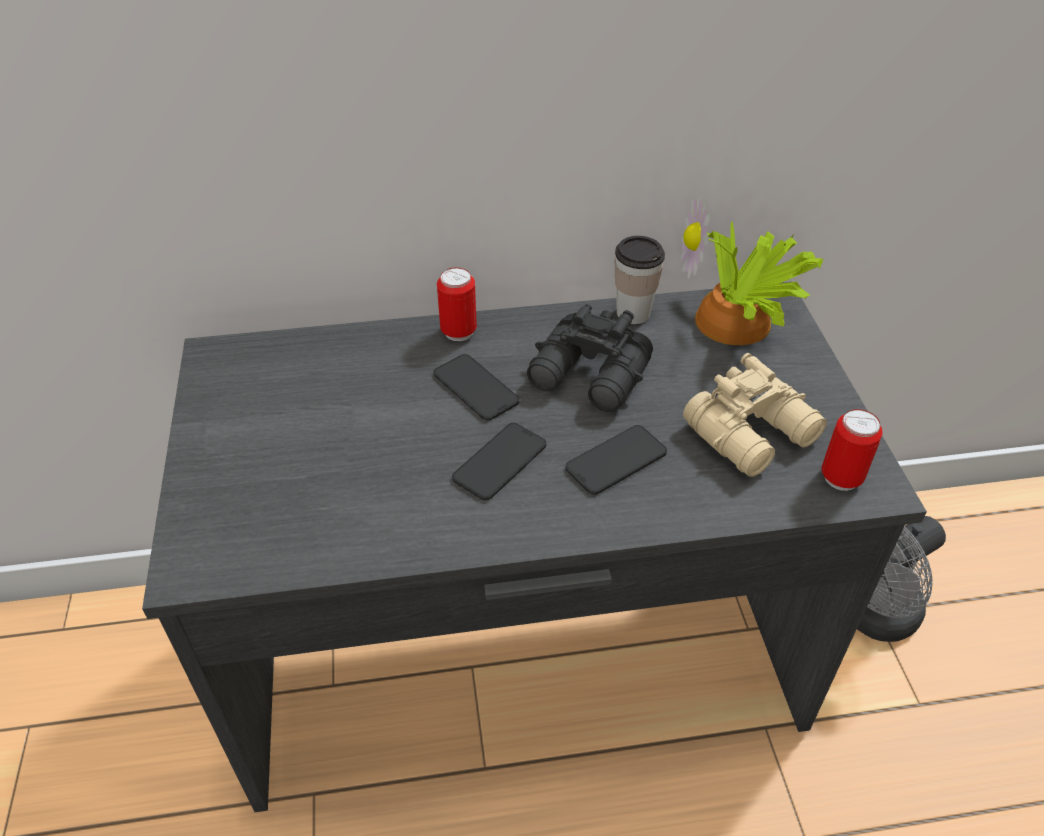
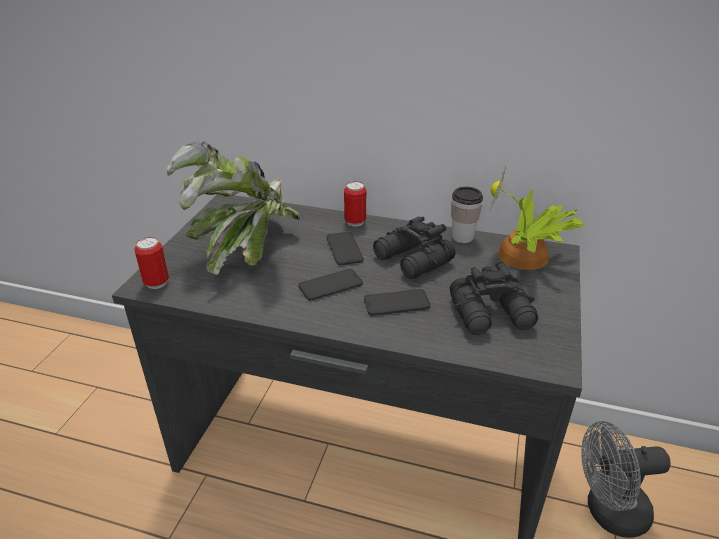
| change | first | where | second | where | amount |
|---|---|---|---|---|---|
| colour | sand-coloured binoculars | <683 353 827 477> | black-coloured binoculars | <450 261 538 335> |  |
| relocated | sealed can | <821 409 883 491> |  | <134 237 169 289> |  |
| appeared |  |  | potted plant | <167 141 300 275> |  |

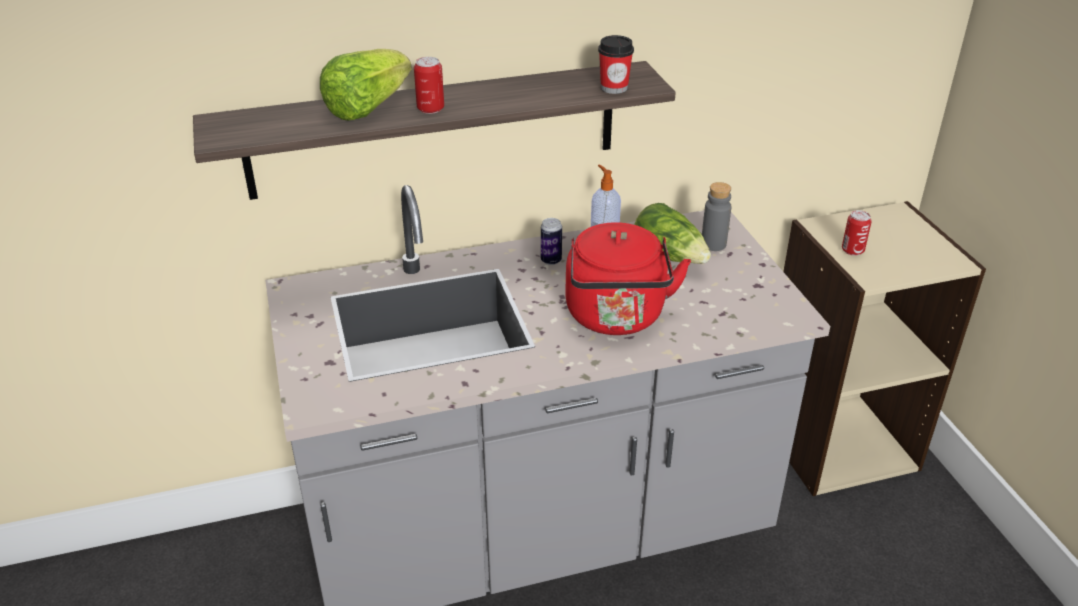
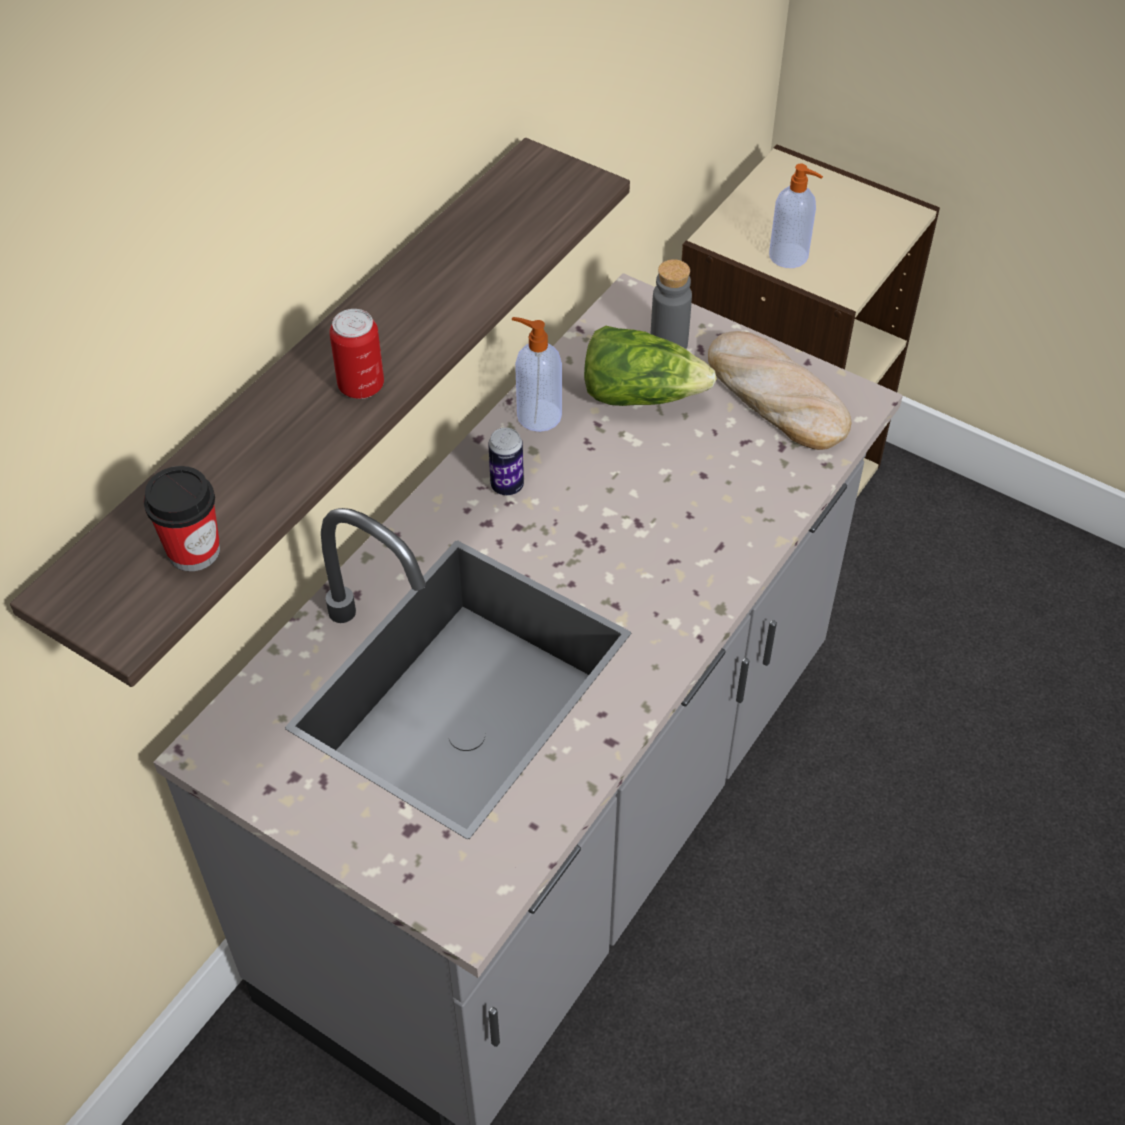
| change | first | where | second | where | amount |
|---|---|---|---|---|---|
| missing | head of lettuce | <320 49 412 121> |  |  |  |
| missing | red tea kettle | <565 222 691 335> |  |  |  |
| relocated | small cup | <598 35 634 94> |  | <144 466 220 571> |  |
| exchanged | sealed can | <842 210 872 256> | soap bottle | <769 164 823 268> |  |
| appeared |  |  | baked bread | <708 331 851 450> |  |

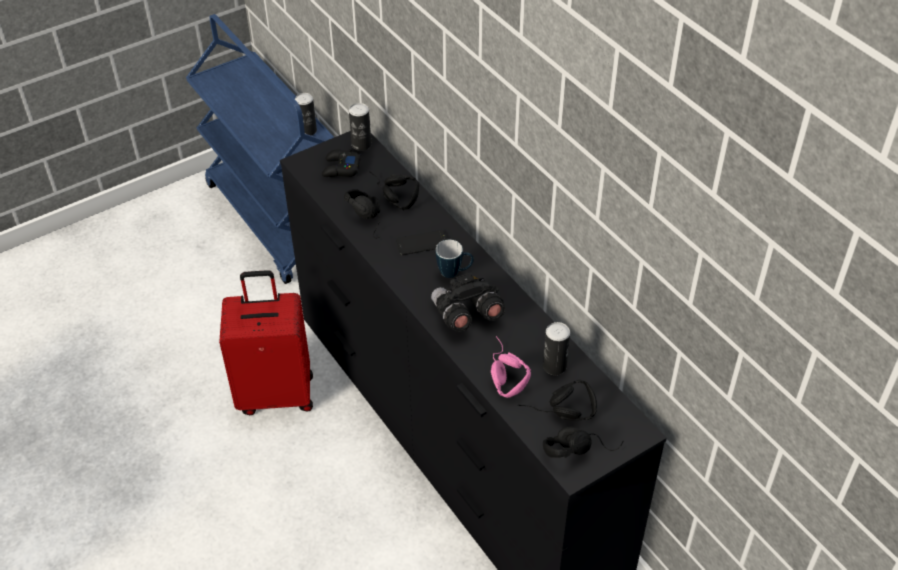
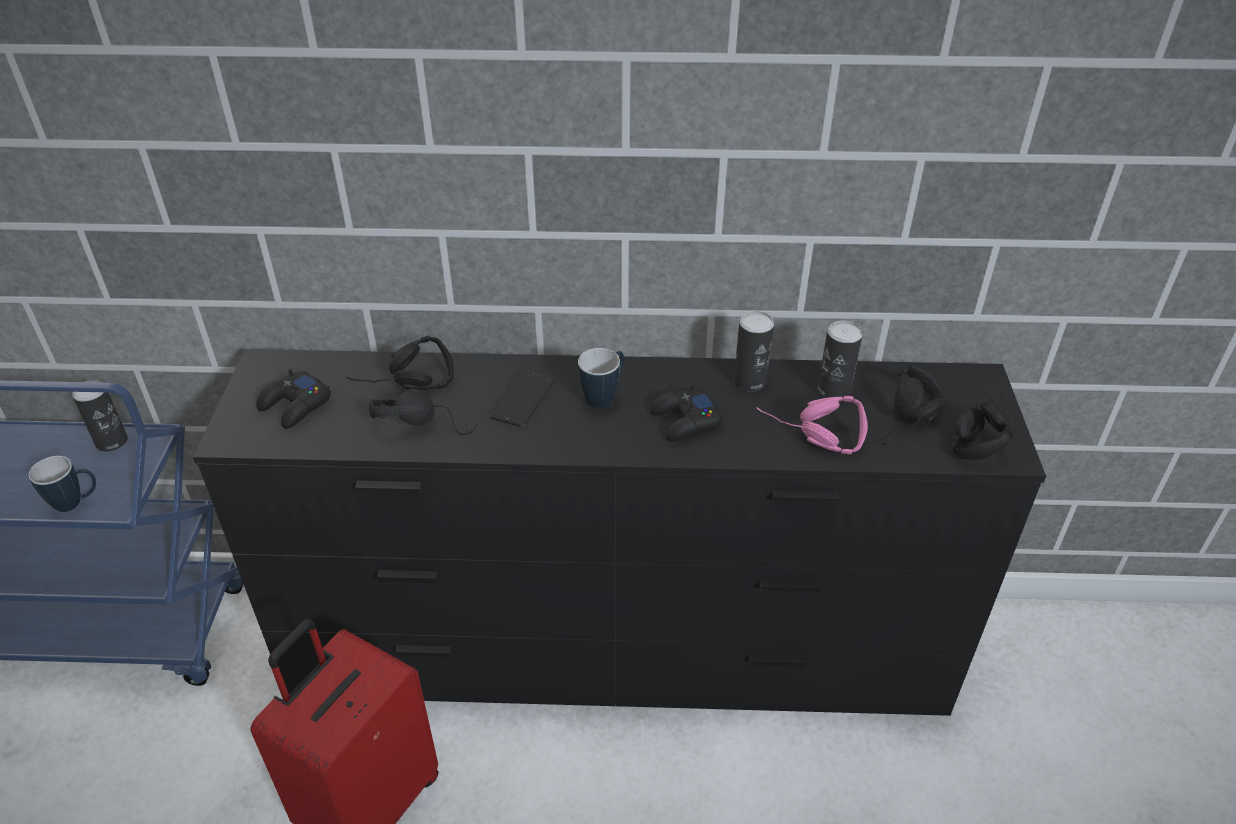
| change | first | where | second | where | amount |
|---|---|---|---|---|---|
| relocated | sealed can | <349 103 372 151> |  | <734 311 774 391> |  |
| exchanged | black-coloured binoculars | <431 272 505 332> | black-coloured gamepad | <650 384 724 442> |  |
| appeared |  |  | coffee mug | <29 456 96 512> |  |

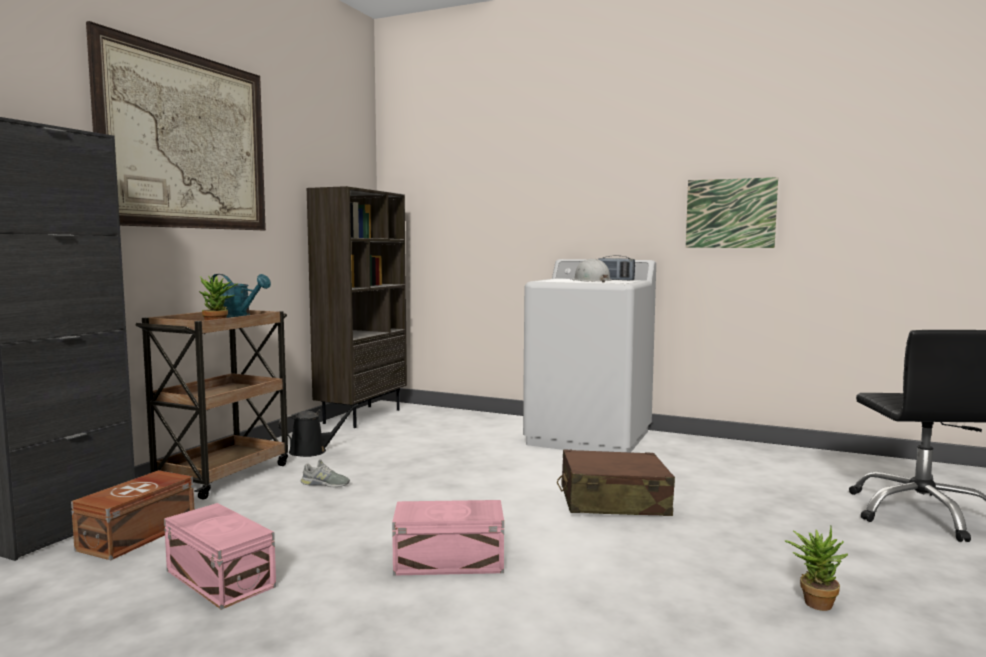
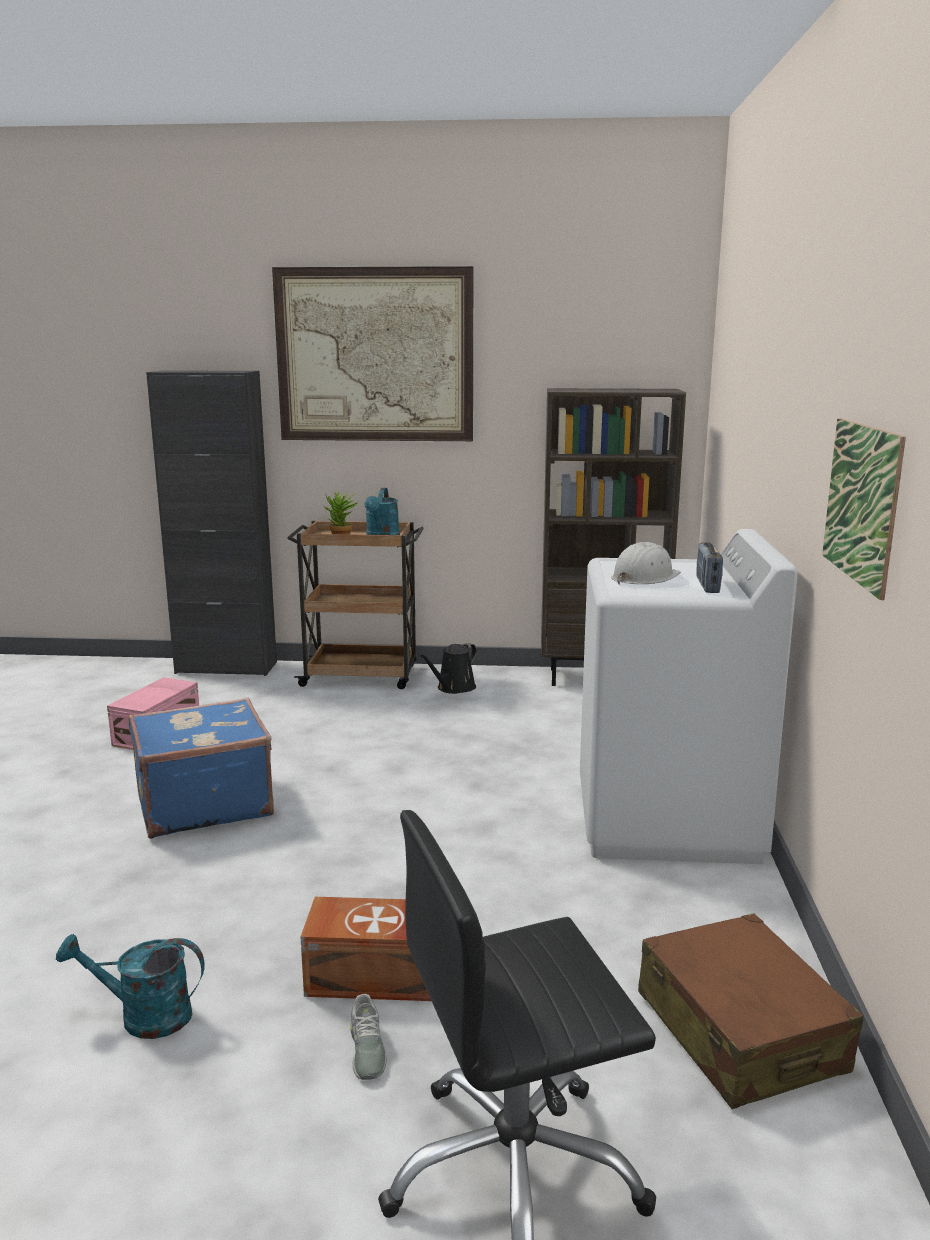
| change | first | where | second | where | amount |
|---|---|---|---|---|---|
| relocated | brown storage bin | <71 470 194 560> |  | <301 897 431 1001> |  |
| spun | black-coloured watering pot | <278 404 359 457> |  | <419 643 477 694> | 75 degrees clockwise |
| relocated | gray shoe | <301 459 350 487> |  | <350 994 387 1080> |  |
| exchanged | pink storage bin | <392 500 504 576> | bluish suitcase | <128 698 274 839> |  |
| relocated | brown suitcase | <557 449 675 516> |  | <638 913 864 1109> |  |
| exchanged | potted plant | <785 526 848 611> | turquoise watering pot | <56 934 205 1039> |  |

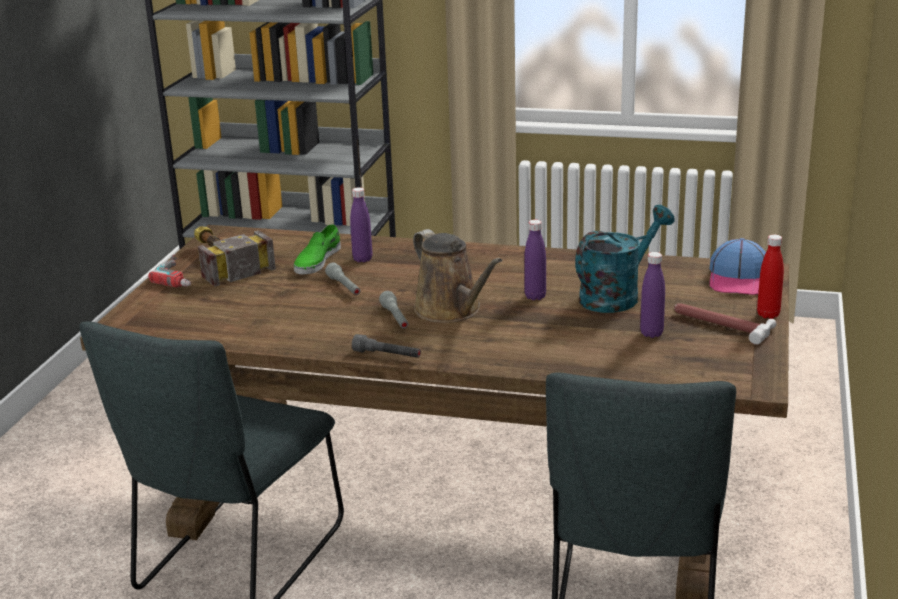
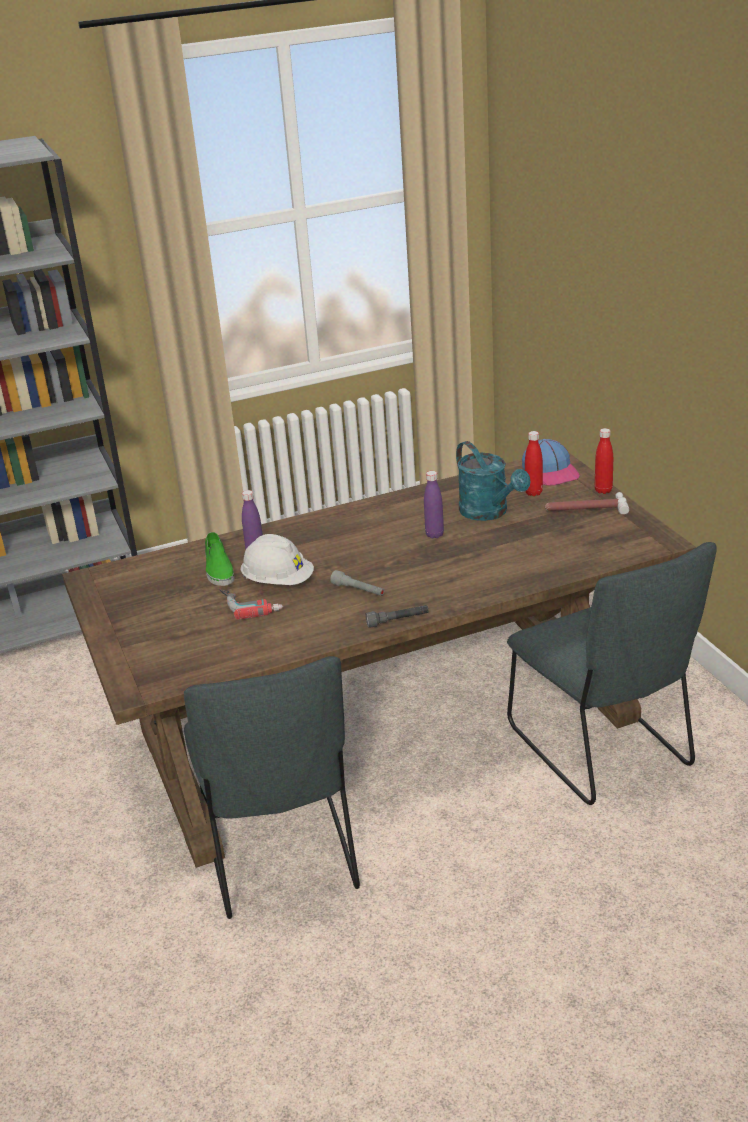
| change | first | where | second | where | amount |
|---|---|---|---|---|---|
| relocated | power drill | <148 255 191 288> |  | <219 589 283 620> |  |
| missing | hand hammer | <194 226 276 287> |  |  |  |
| exchanged | gray torch | <325 263 360 295> | white work helmet | <241 534 314 585> |  |
| missing | brown watering pot | <413 229 502 323> |  |  |  |
| spun | turquoise watering pot | <575 205 675 313> |  | <456 441 530 521> | 135 degrees clockwise |
| missing | purplish drink bottle | <640 252 665 338> |  |  |  |
| appeared |  |  | red drink bottle | <525 431 543 496> |  |

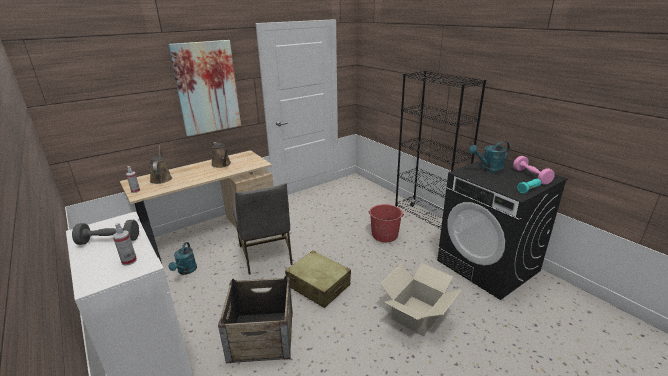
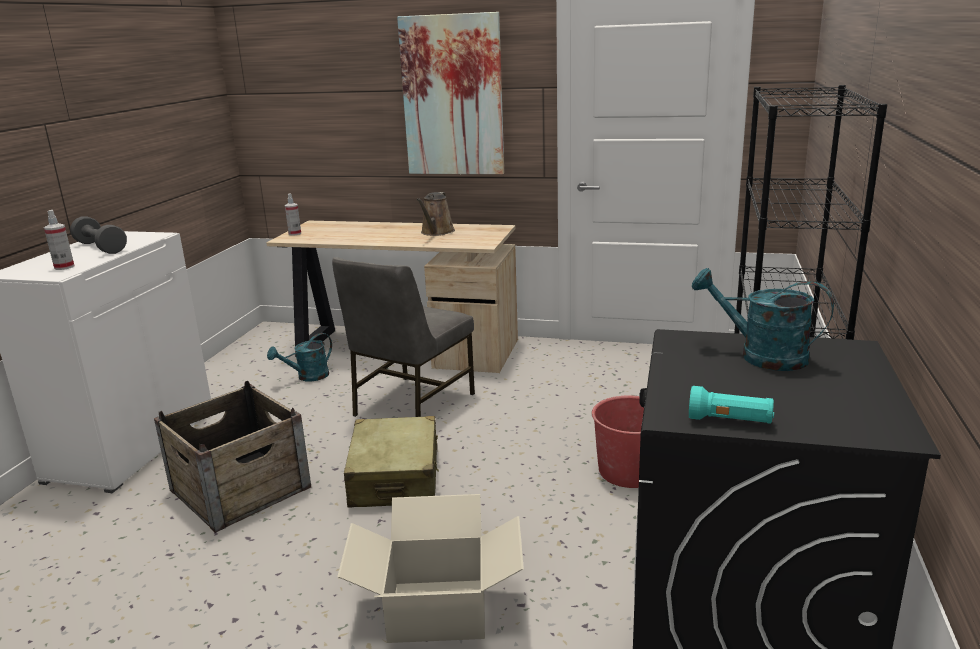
| change | first | where | second | where | amount |
|---|---|---|---|---|---|
| missing | brown watering pot | <149 145 172 184> |  |  |  |
| missing | pink hand weight | <513 156 555 185> |  |  |  |

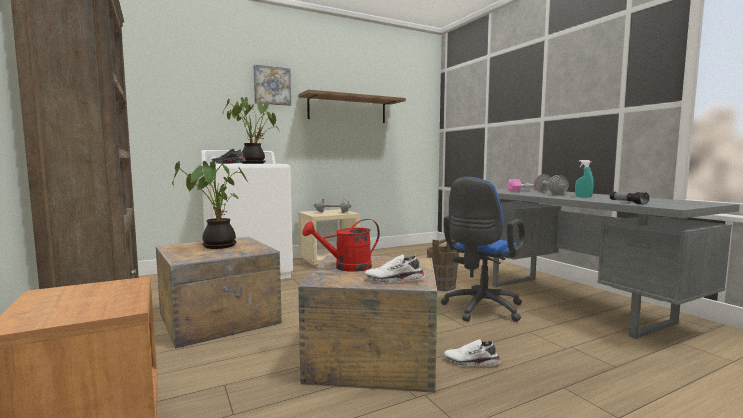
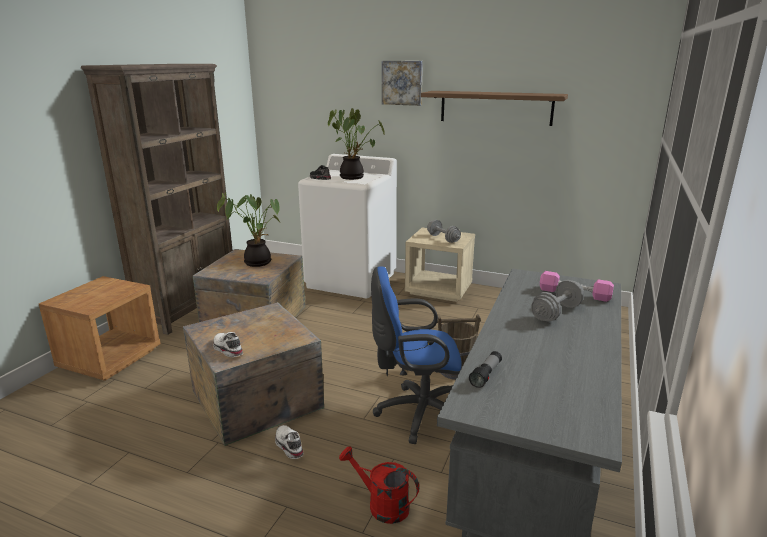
| change | first | where | second | where | amount |
|---|---|---|---|---|---|
| relocated | red watering pot | <303 219 380 272> |  | <339 446 419 524> |  |
| missing | turquoise spray bottle | <575 160 594 198> |  |  |  |

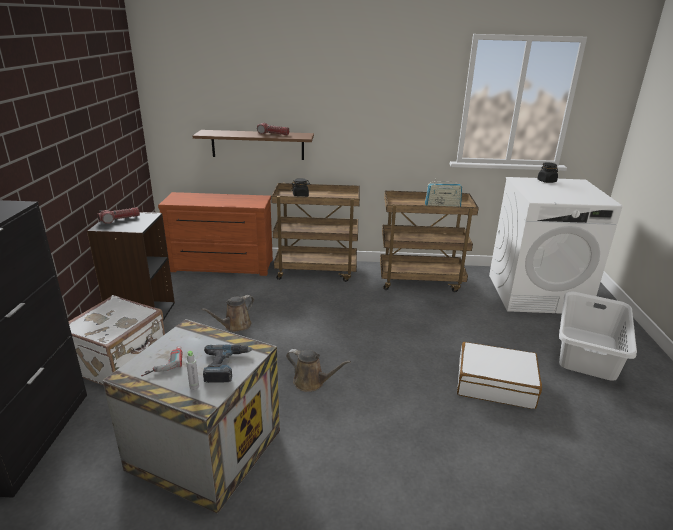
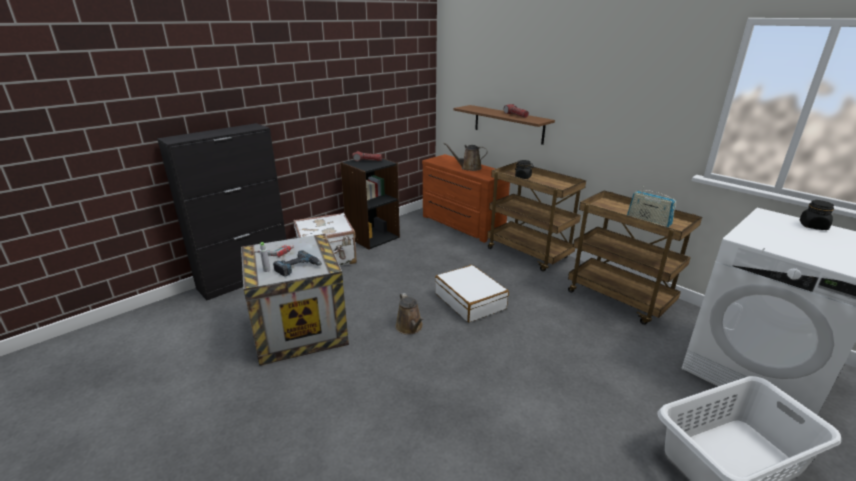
| change | first | where | second | where | amount |
|---|---|---|---|---|---|
| relocated | brown watering pot | <201 295 254 332> |  | <443 142 487 171> |  |
| relocated | white suitcase | <457 342 542 409> |  | <435 265 509 322> |  |

